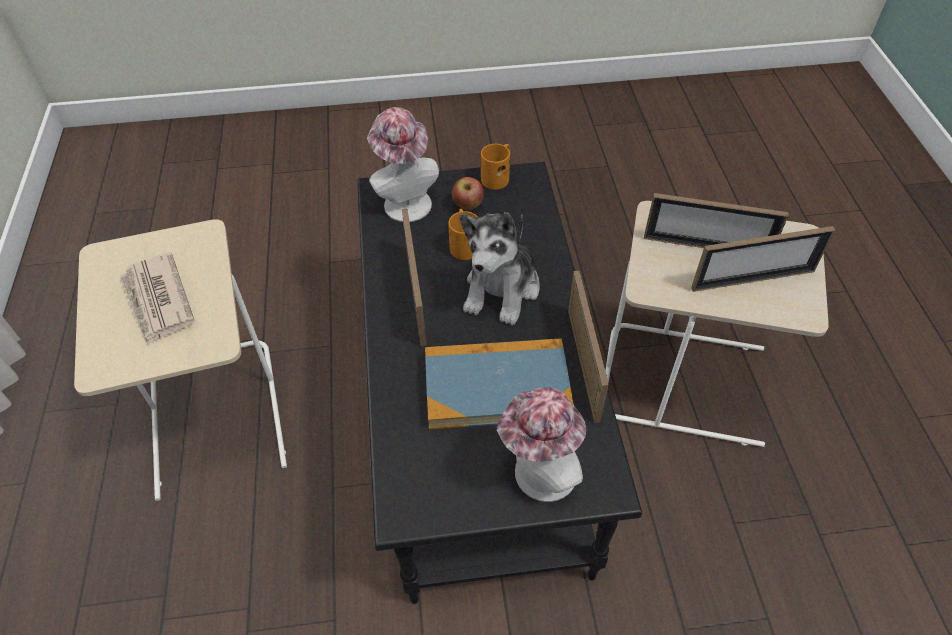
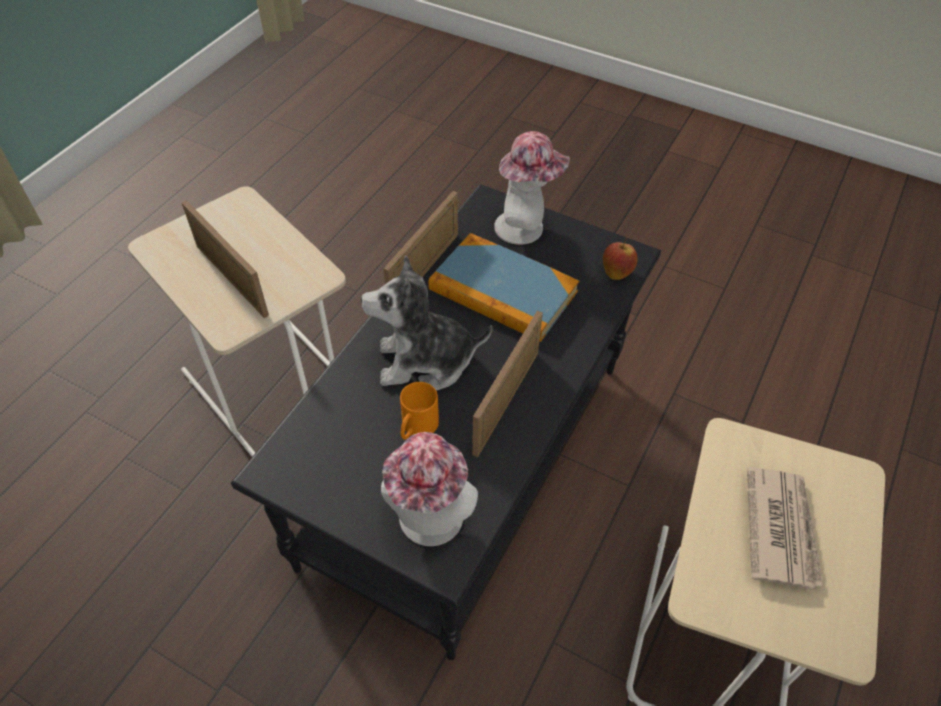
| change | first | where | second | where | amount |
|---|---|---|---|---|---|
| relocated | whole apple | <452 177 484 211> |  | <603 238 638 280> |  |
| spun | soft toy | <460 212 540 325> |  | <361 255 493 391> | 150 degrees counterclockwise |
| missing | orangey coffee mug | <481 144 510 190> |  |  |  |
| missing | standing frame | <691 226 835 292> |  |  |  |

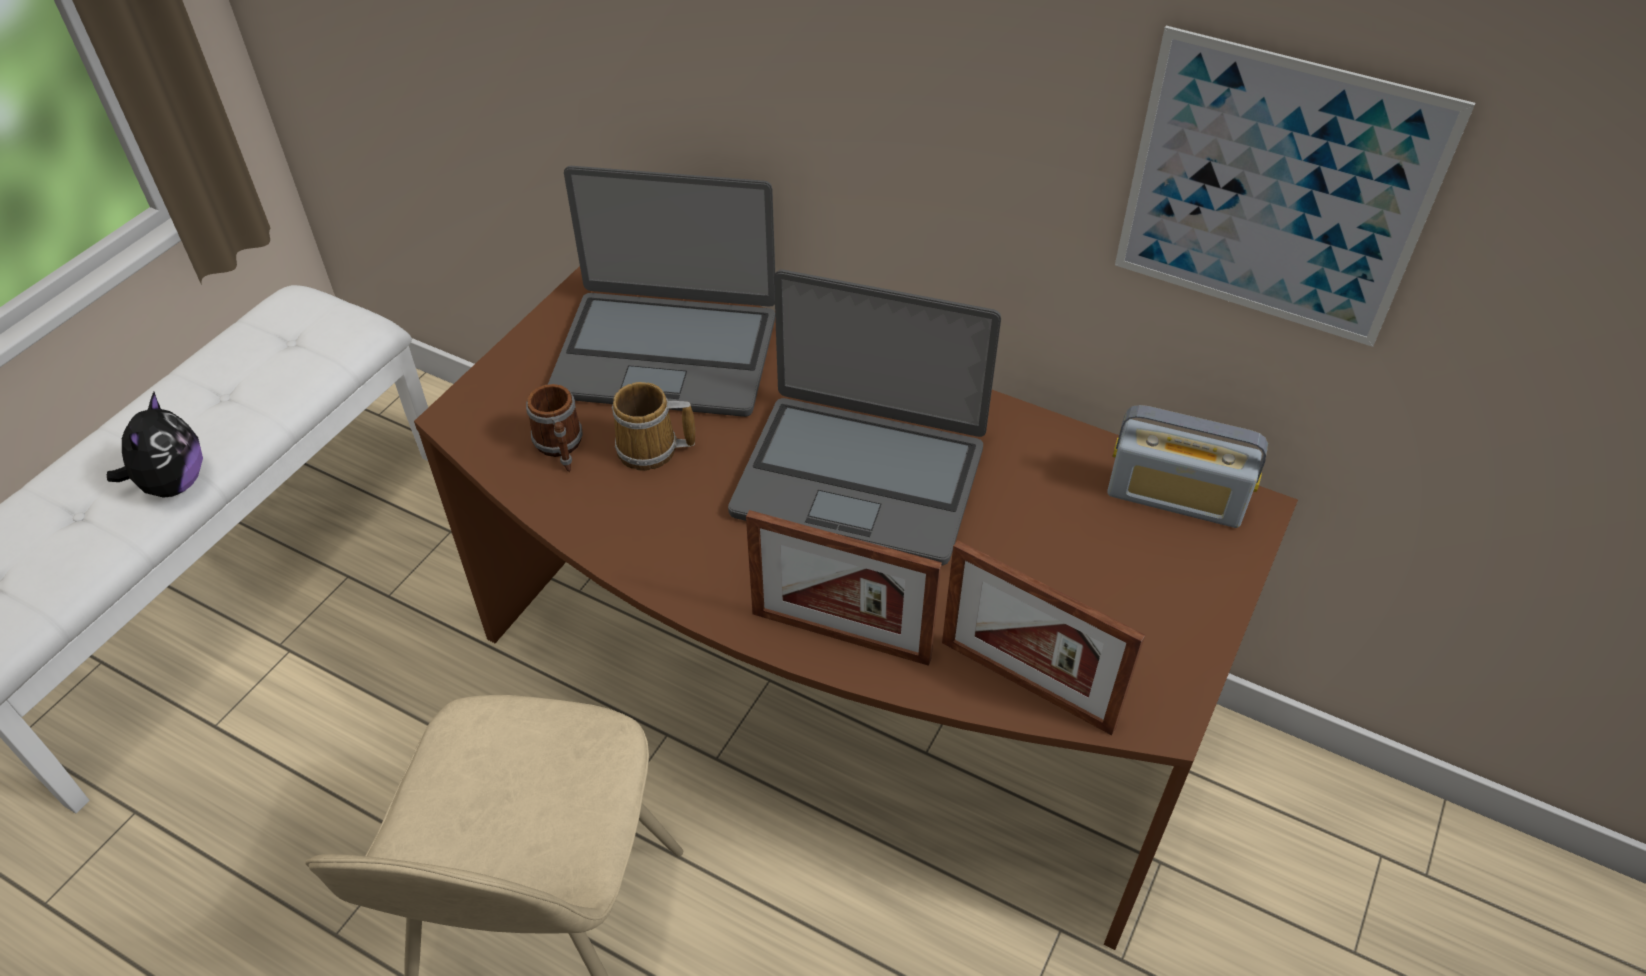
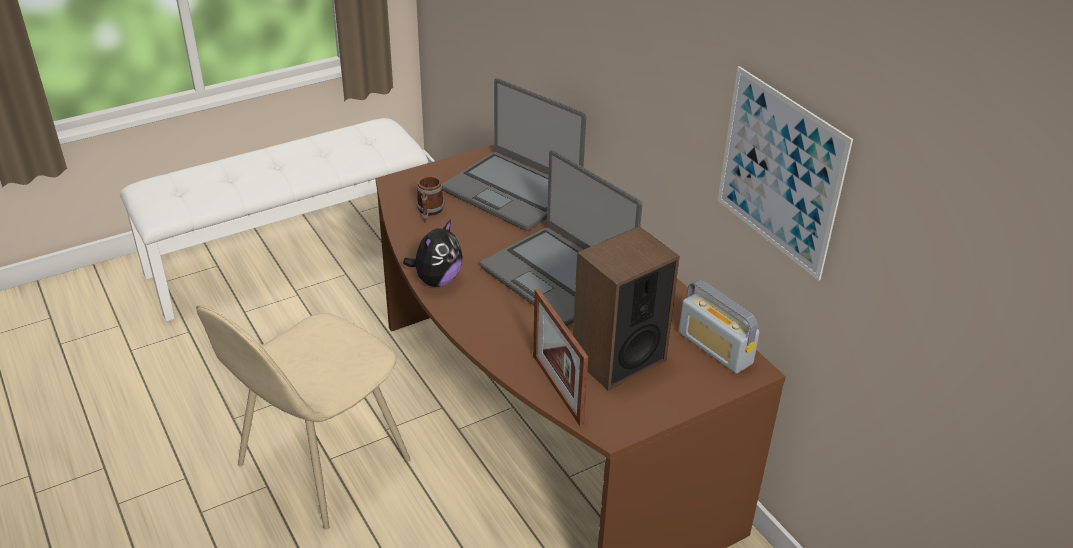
| change | first | where | second | where | amount |
|---|---|---|---|---|---|
| relocated | soft toy | <107 392 203 498> |  | <403 219 463 287> |  |
| missing | coffee mug | <612 382 695 471> |  |  |  |
| missing | standing frame | <746 510 942 666> |  |  |  |
| appeared |  |  | audio speaker | <573 226 680 390> |  |

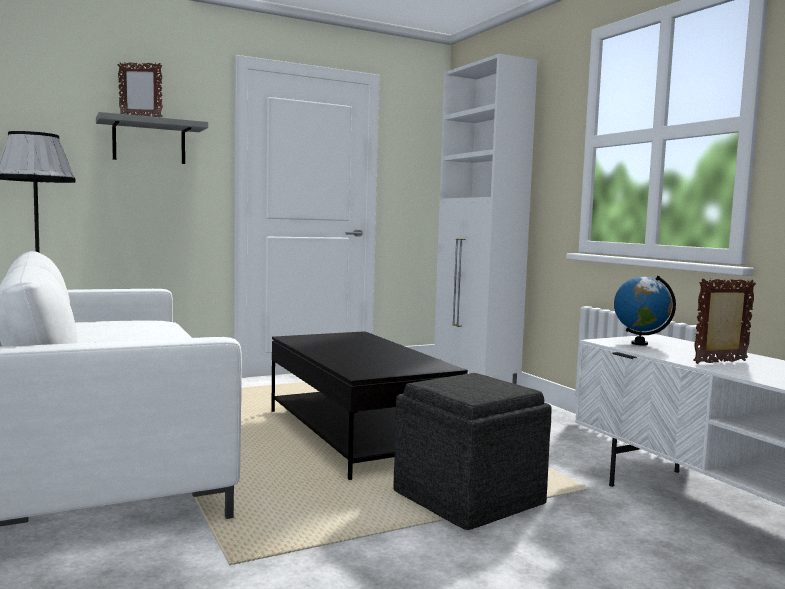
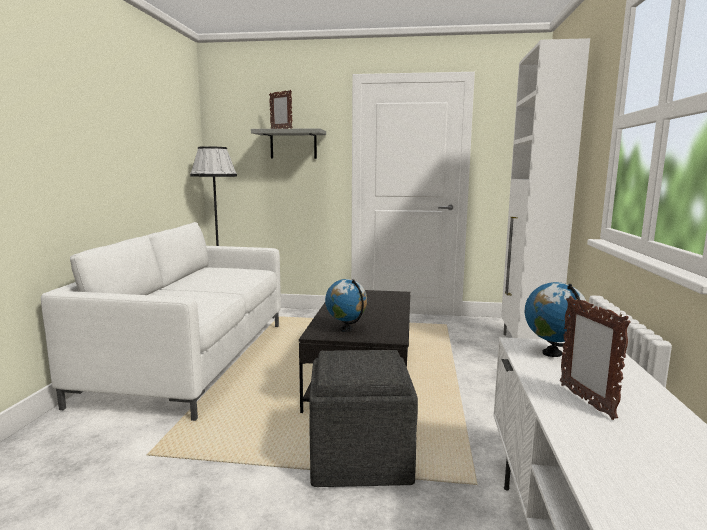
| change | first | where | second | where | amount |
|---|---|---|---|---|---|
| spun | standing frame | <693 278 756 364> |  | <560 296 631 420> | 120 degrees counterclockwise |
| appeared |  |  | world globe | <325 279 367 332> |  |

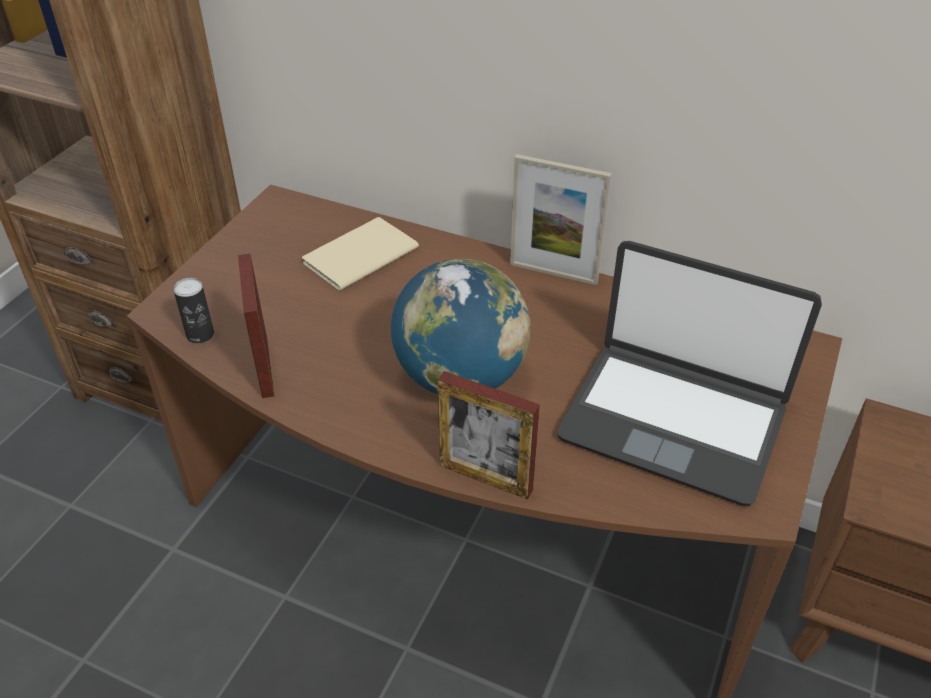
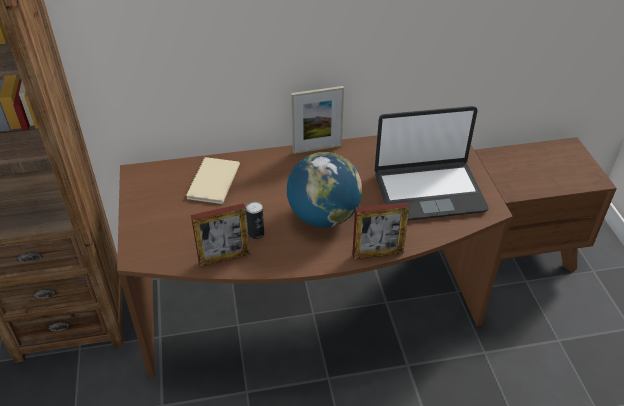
| change | first | where | second | where | amount |
|---|---|---|---|---|---|
| relocated | sealed can | <173 278 214 343> |  | <246 202 264 239> |  |
| spun | standing frame | <238 254 275 398> |  | <191 203 250 267> | 60 degrees counterclockwise |

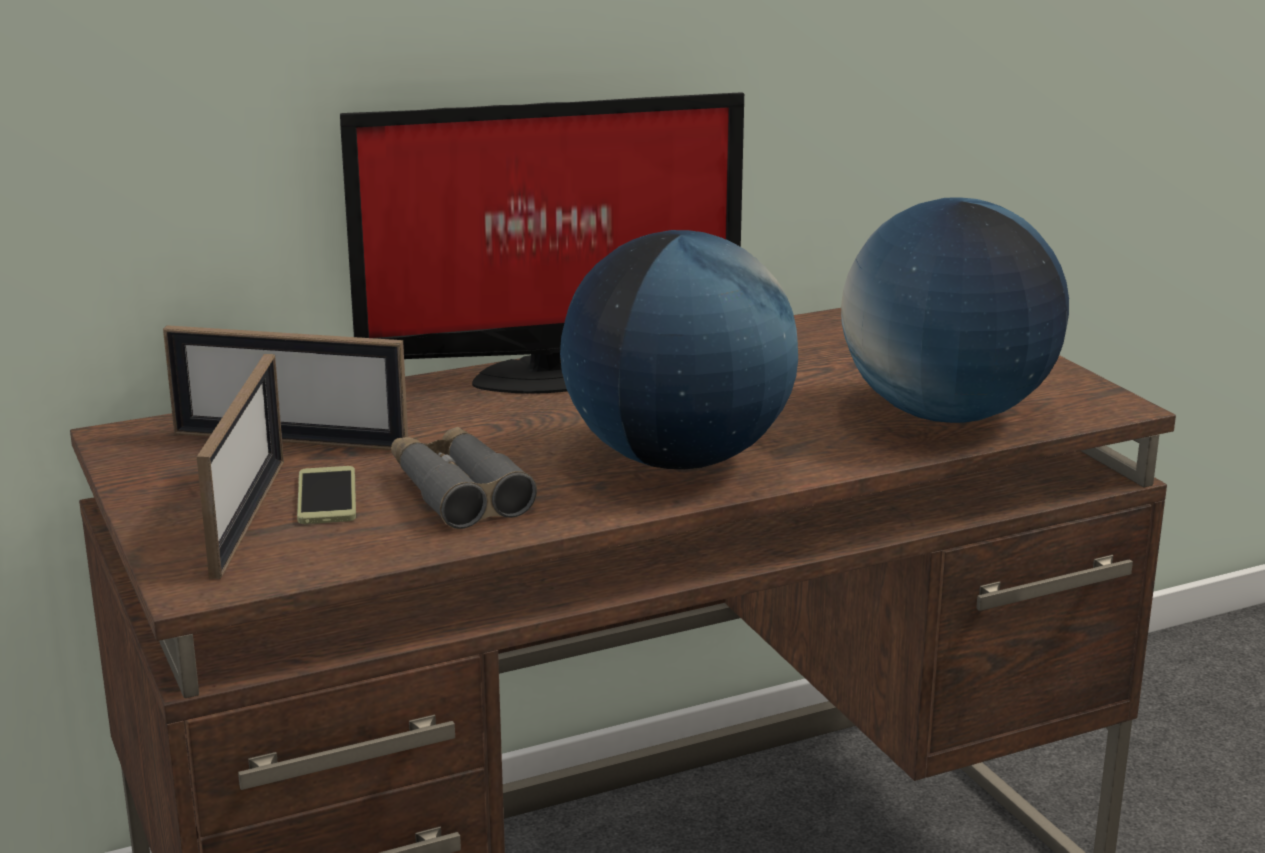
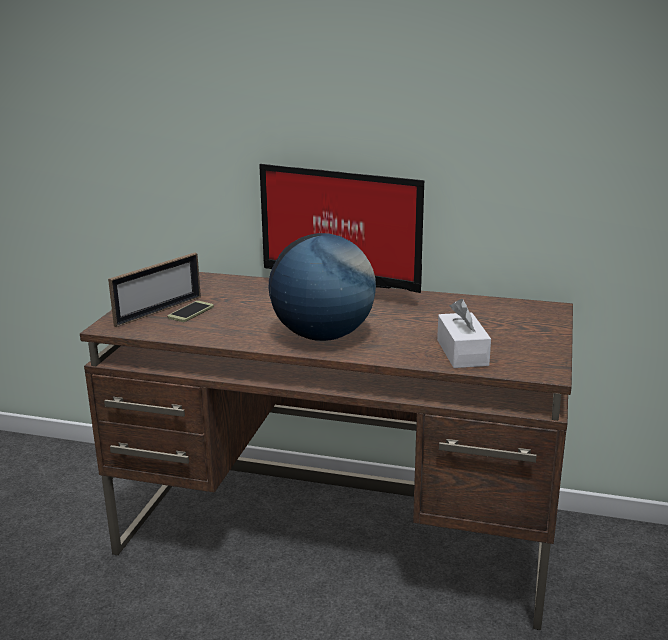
| change | first | where | second | where | amount |
|---|---|---|---|---|---|
| missing | standing frame | <163 325 408 450> |  |  |  |
| missing | gray binoculars | <391 427 537 529> |  |  |  |
| exchanged | world globe | <841 197 1069 423> | white box of tissues | <437 299 491 368> |  |

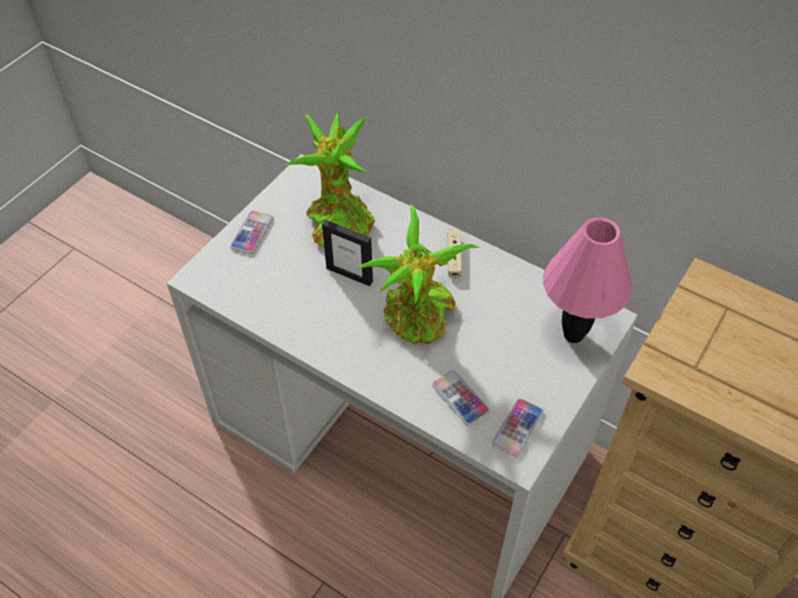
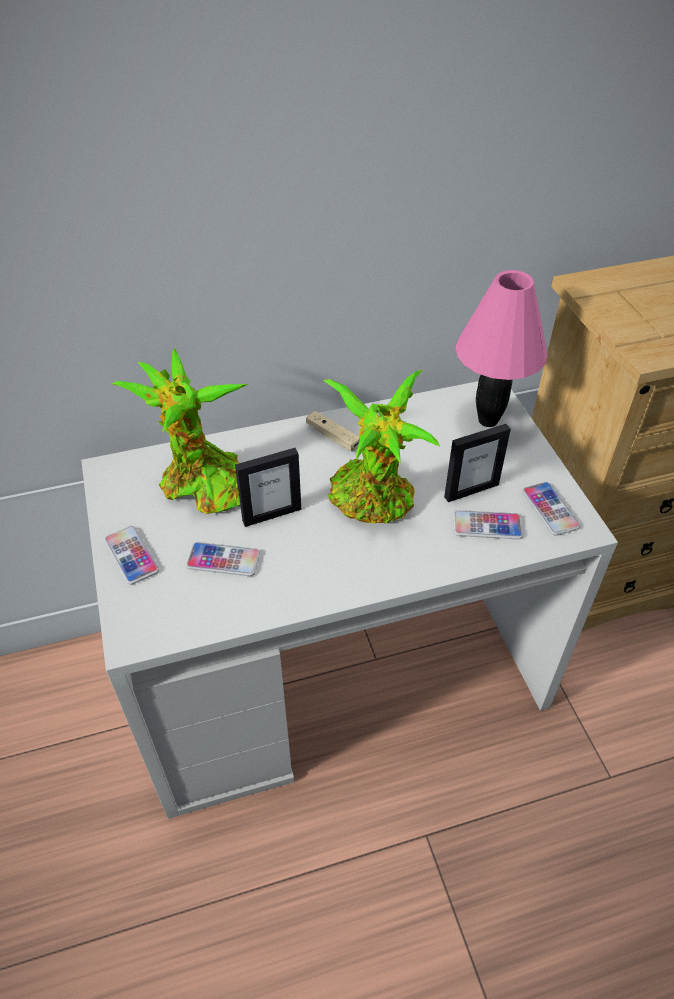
| change | first | where | second | where | amount |
|---|---|---|---|---|---|
| appeared |  |  | handset | <186 542 260 576> |  |
| appeared |  |  | standing frame | <444 424 511 502> |  |

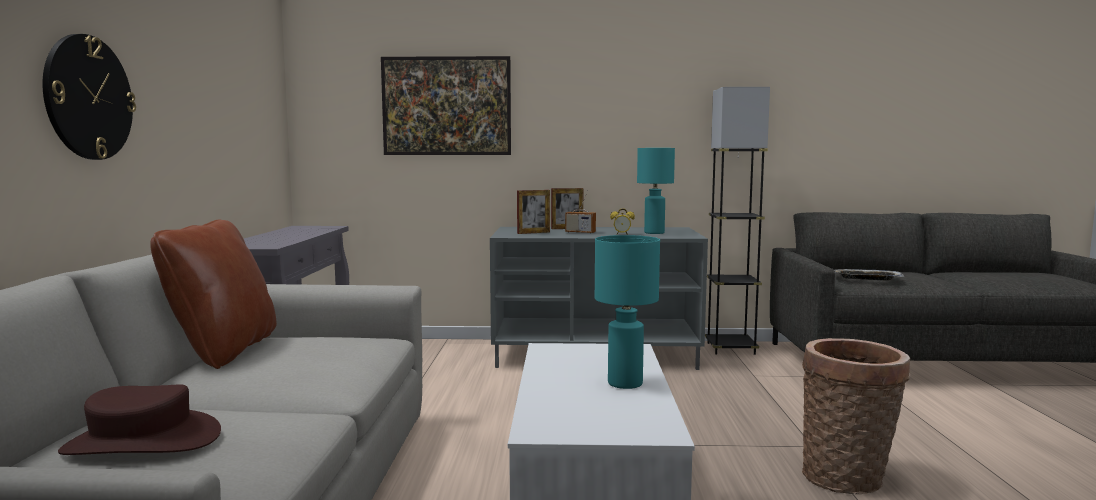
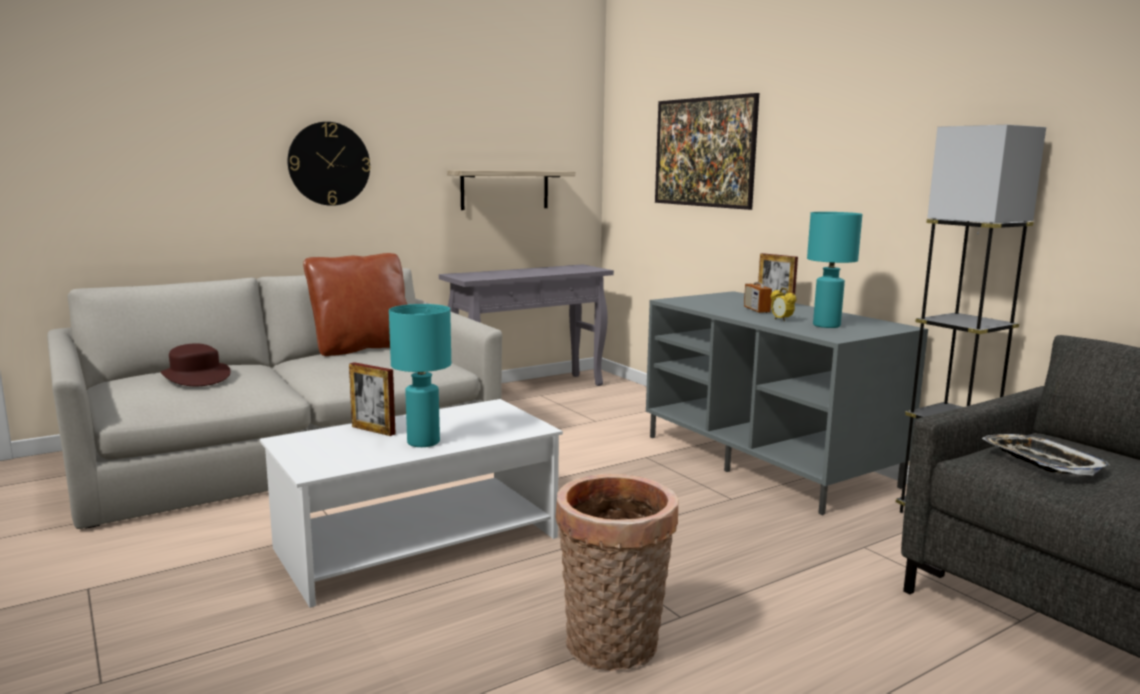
| change | first | where | second | where | amount |
|---|---|---|---|---|---|
| relocated | standing frame | <517 190 550 234> |  | <349 362 396 436> |  |
| appeared |  |  | bracket shelf | <447 170 575 210> |  |

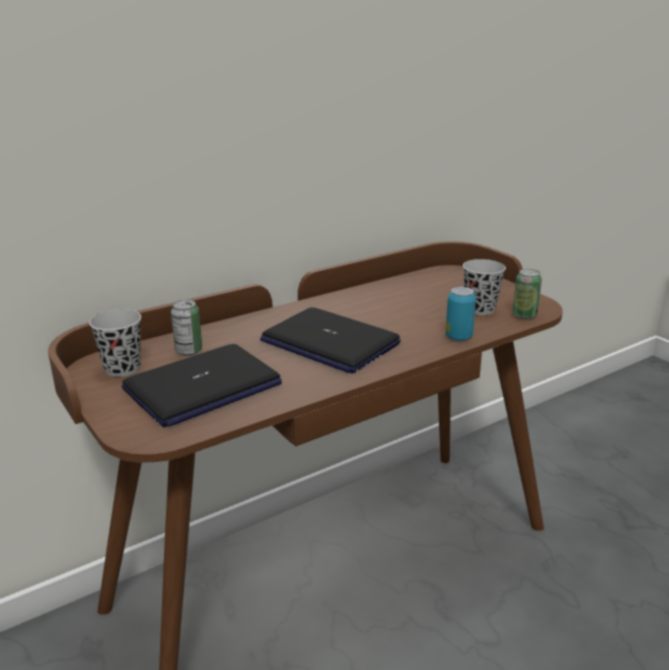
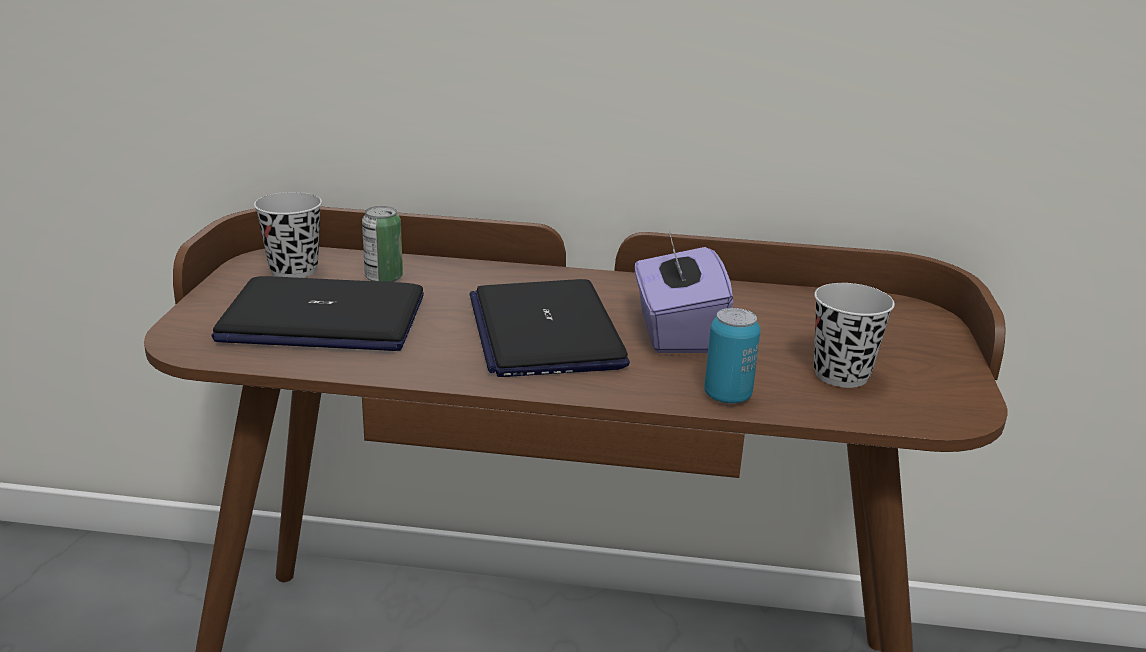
| change | first | where | second | where | amount |
|---|---|---|---|---|---|
| missing | sealed can | <512 269 542 319> |  |  |  |
| appeared |  |  | purplish box of tissues | <635 231 734 353> |  |

